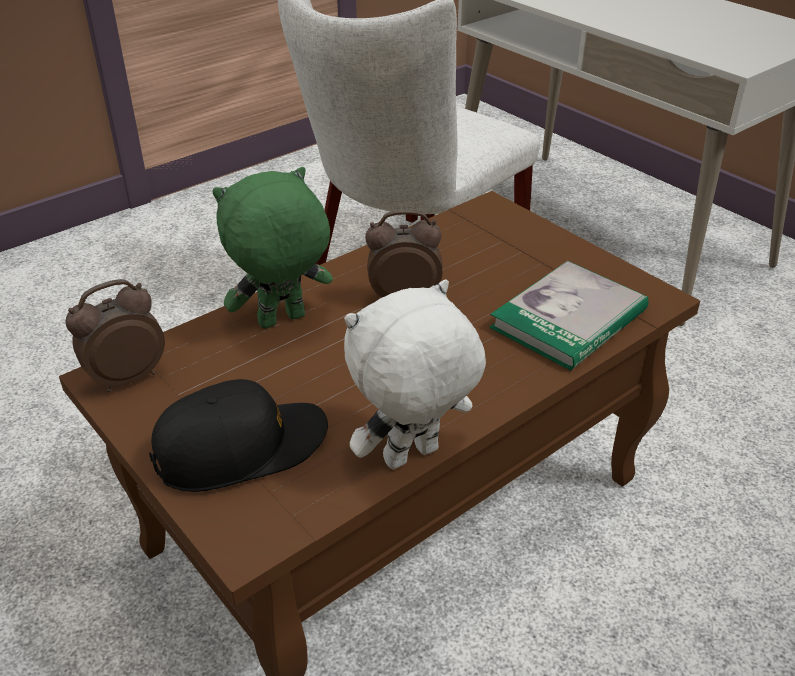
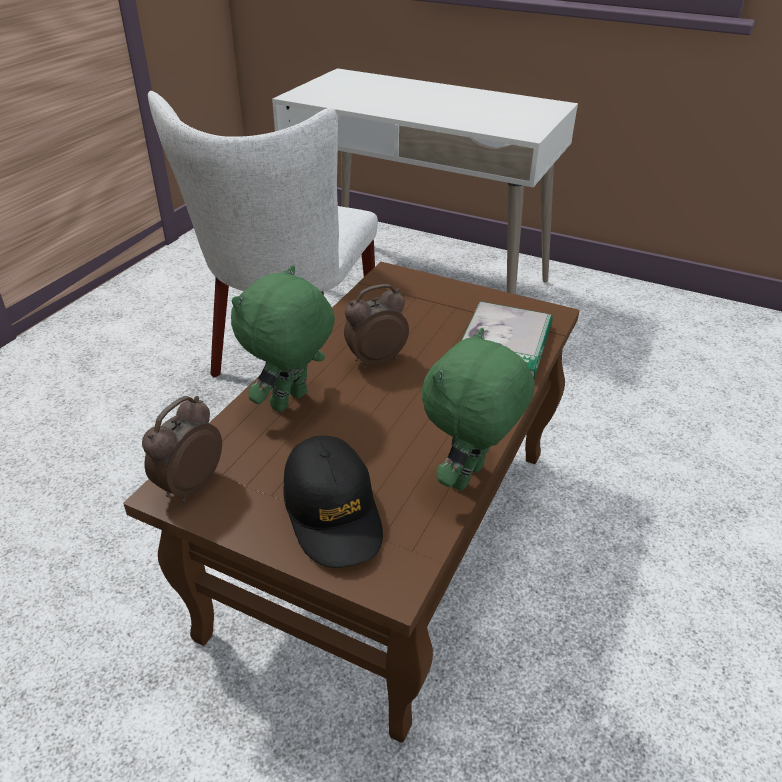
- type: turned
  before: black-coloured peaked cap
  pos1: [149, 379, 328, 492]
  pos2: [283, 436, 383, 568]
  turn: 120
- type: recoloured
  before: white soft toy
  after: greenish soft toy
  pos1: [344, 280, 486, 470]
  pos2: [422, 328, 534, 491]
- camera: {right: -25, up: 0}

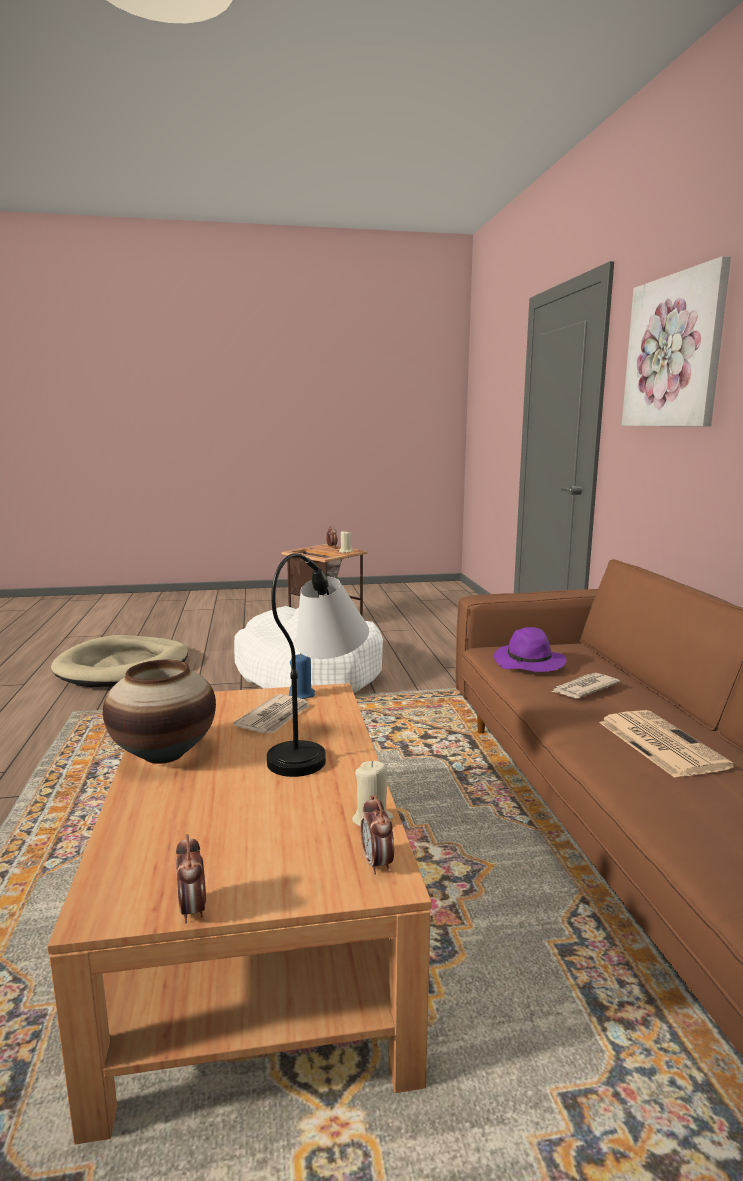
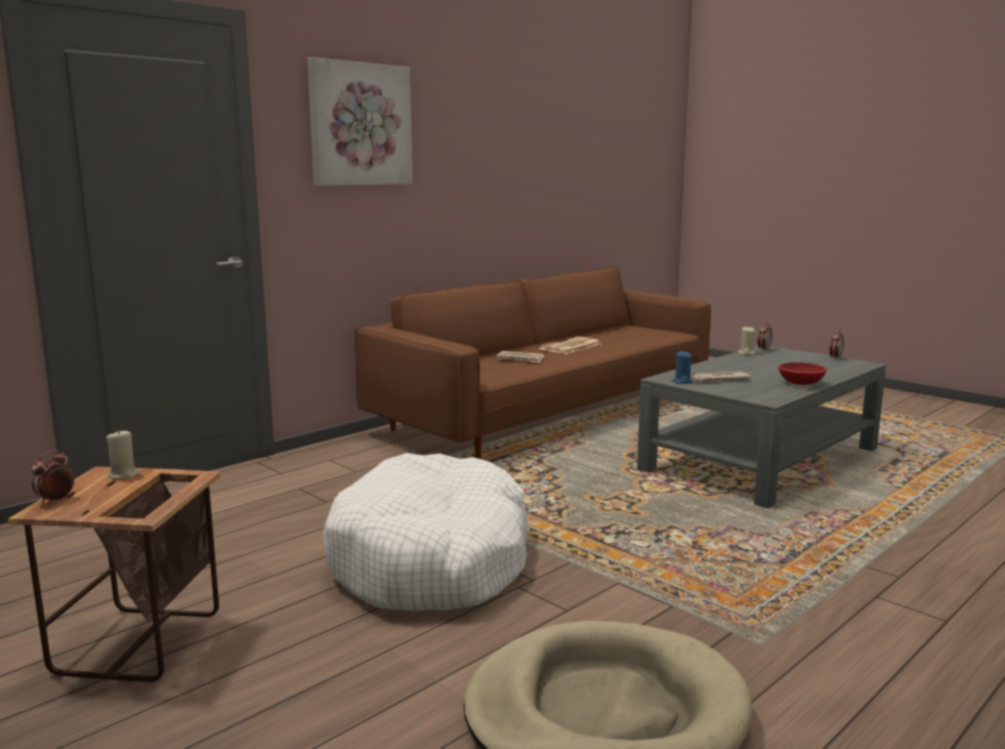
- type: recoloured
  before: brown-coloured lounge table
  after: grey lounge table
  pos1: [47, 683, 431, 1145]
  pos2: [637, 346, 886, 508]
- type: replaced
  before: flower vase
  after: red bowl
  pos1: [103, 660, 216, 764]
  pos2: [778, 362, 827, 385]
- type: removed
  before: table lamp
  pos1: [267, 553, 369, 777]
- type: removed
  before: purplish clothing hat
  pos1: [494, 627, 566, 672]
- camera: {right: -125, up: 0}

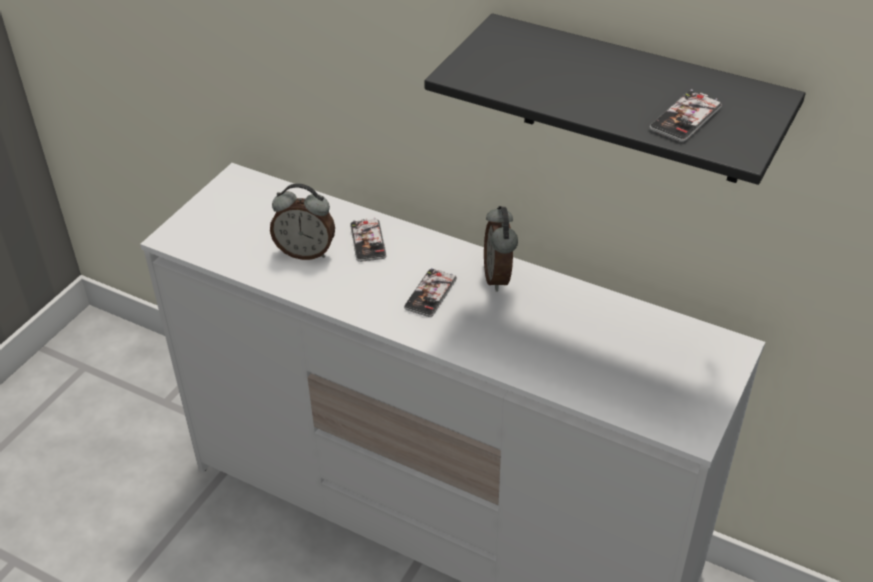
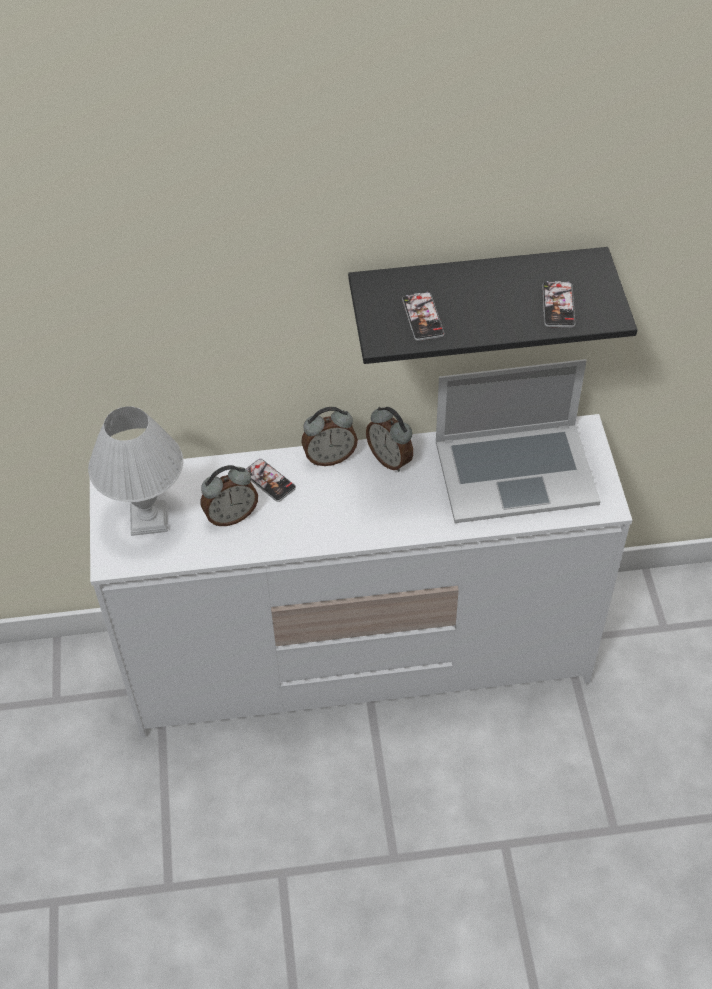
- type: added
  after: white table lamp
  pos2: [88, 407, 183, 536]
- type: added
  after: table clock
  pos2: [301, 407, 358, 466]
- type: moved
  before: handset
  pos1: [404, 268, 457, 317]
  pos2: [402, 292, 445, 341]
- type: added
  after: notebook computer
  pos2: [436, 359, 601, 523]
- camera: {right: -35, up: 10}

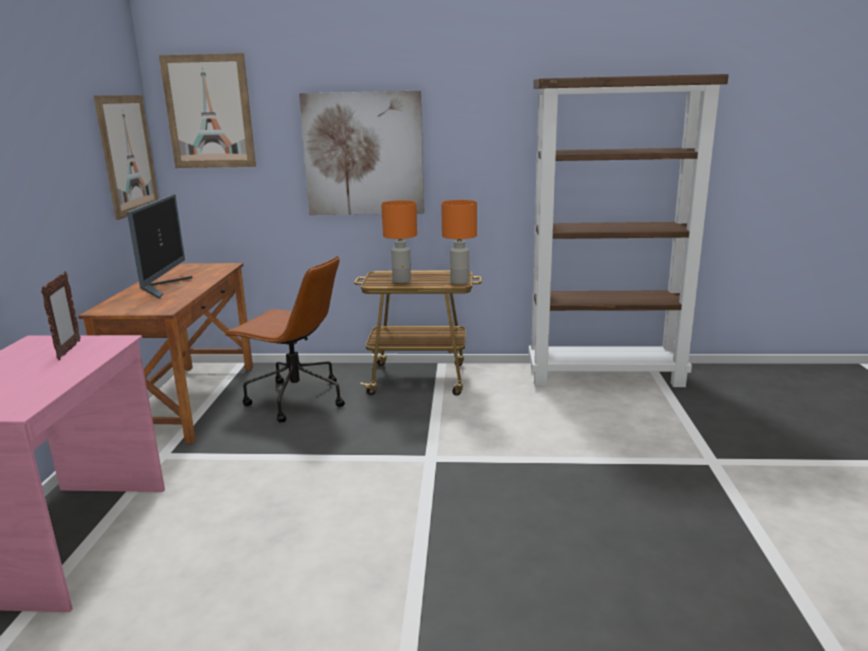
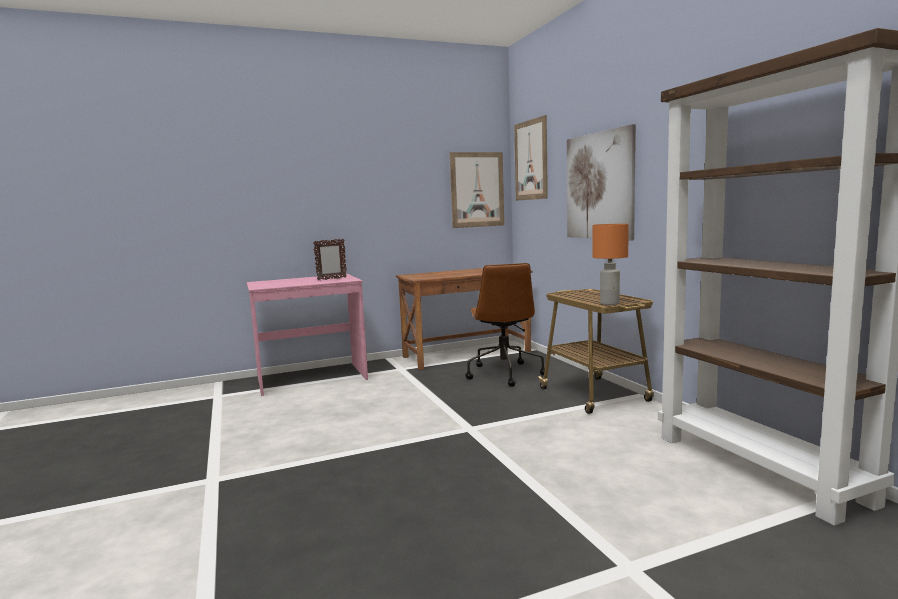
- type: removed
  before: computer display
  pos1: [127, 195, 192, 299]
- type: removed
  before: orange-coloured table lamp
  pos1: [381, 200, 417, 283]
- camera: {right: 65, up: -10}

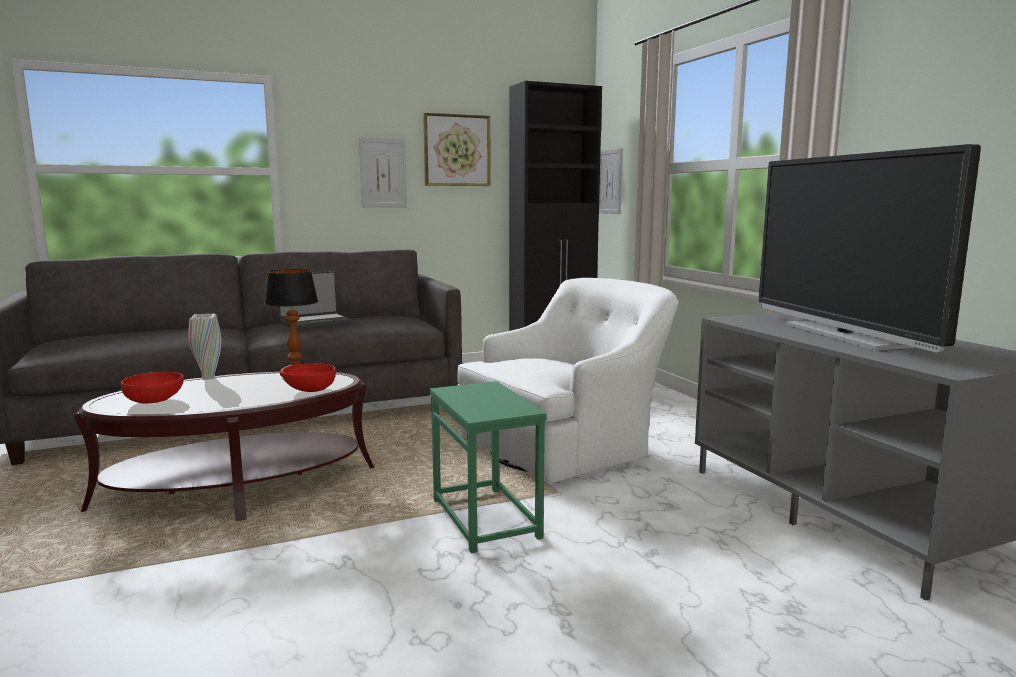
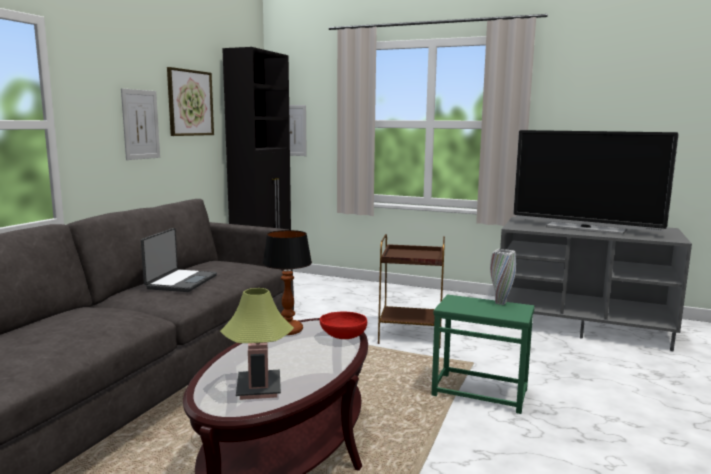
- type: replaced
  before: red bowl
  after: table lamp
  pos1: [121, 372, 184, 404]
  pos2: [220, 288, 294, 400]
- type: replaced
  before: white lounge chair
  after: brown-coloured side table
  pos1: [457, 278, 678, 483]
  pos2: [378, 234, 445, 349]
- type: moved
  before: white flower vase
  pos1: [189, 314, 221, 380]
  pos2: [490, 249, 516, 305]
- camera: {right: -45, up: 0}

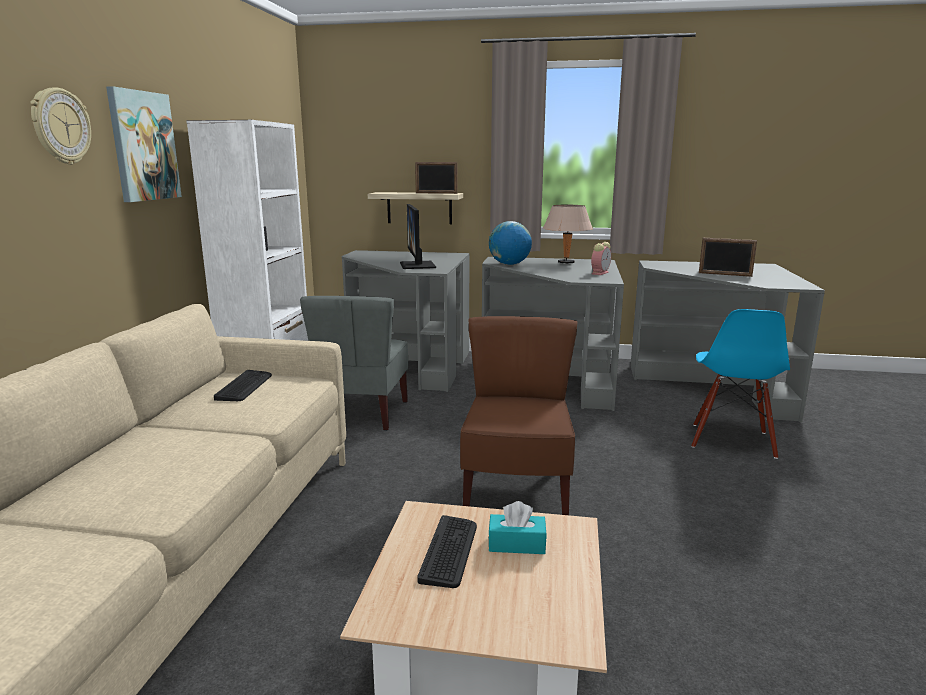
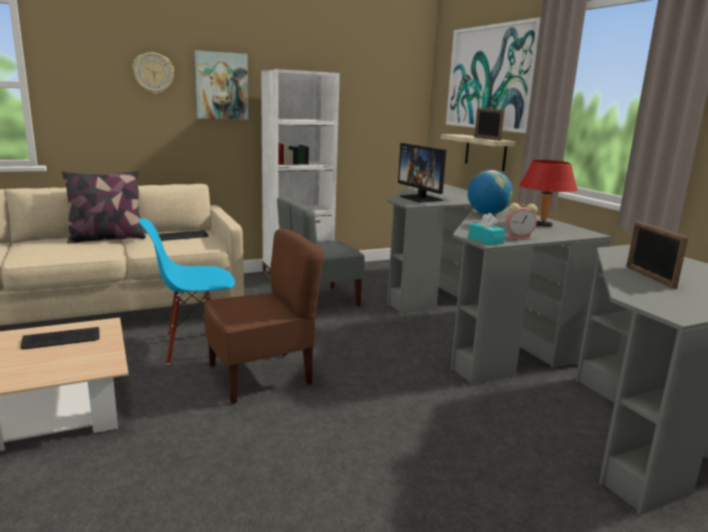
- type: added
  after: throw pillow
  pos2: [62, 171, 146, 243]
- type: moved
  before: blue plain chair
  pos1: [691, 309, 790, 459]
  pos2: [139, 218, 235, 365]
- type: turned
  before: computer display
  pos1: [400, 204, 436, 269]
  pos2: [398, 143, 446, 203]
  turn: -75
- type: added
  after: picture
  pos2: [446, 17, 541, 133]
- type: moved
  before: blue-green tissue holder
  pos1: [488, 501, 547, 554]
  pos2: [468, 213, 505, 245]
- type: recoloured
  before: beige-coloured table lamp
  after: red table lamp
  pos1: [543, 205, 593, 264]
  pos2: [519, 160, 578, 226]
- camera: {right: 55, up: 0}

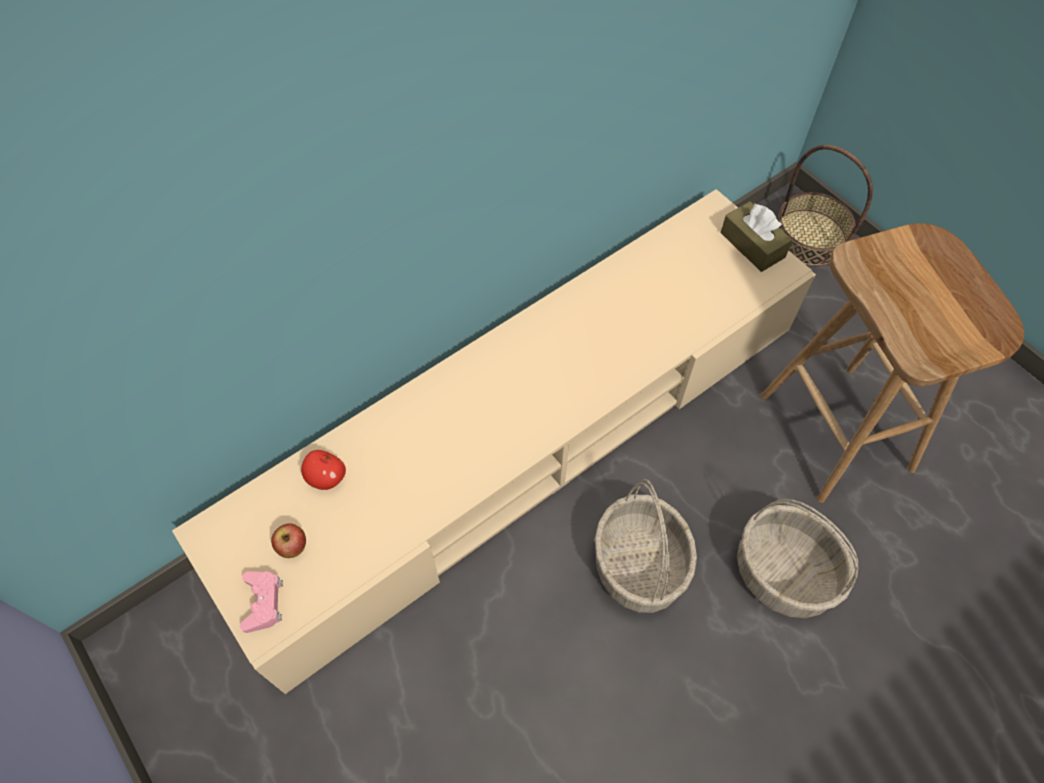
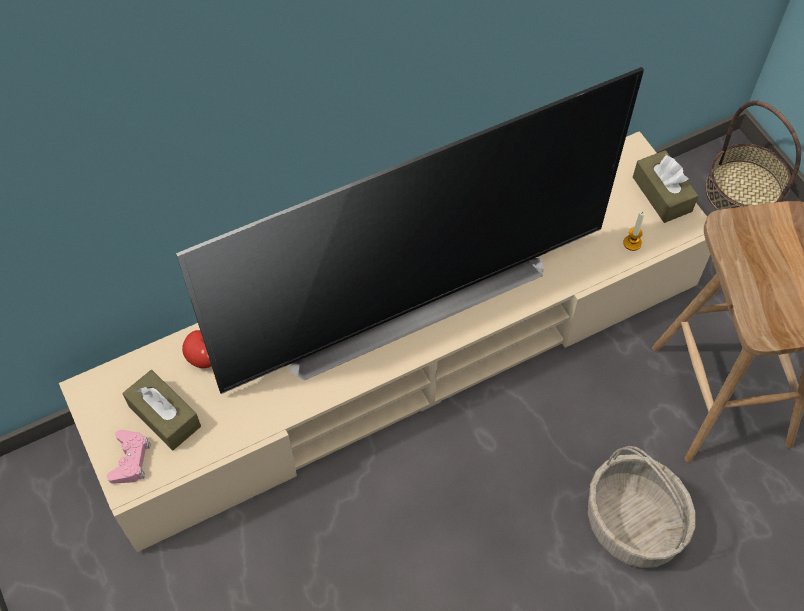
- type: replaced
  before: apple
  after: brown-coloured tissue holder
  pos1: [271, 523, 306, 558]
  pos2: [123, 370, 201, 450]
- type: added
  after: TV
  pos2: [176, 67, 644, 394]
- type: added
  after: wax light
  pos2: [623, 212, 644, 251]
- type: removed
  before: storage basket
  pos1: [595, 479, 697, 613]
- camera: {right: 10, up: 0}

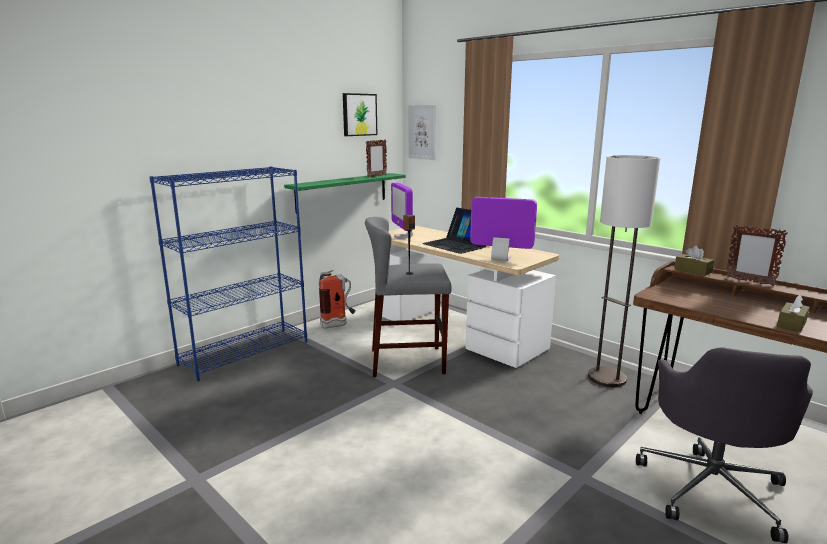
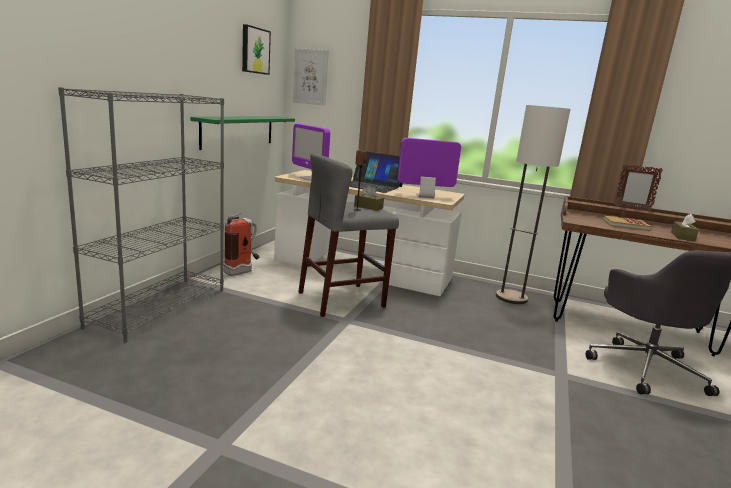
- type: recoloured
  before: blue bookshelf
  after: grey bookshelf
  pos1: [149, 167, 307, 381]
  pos2: [58, 87, 224, 342]
- type: moved
  before: brown-coloured tissue holder
  pos1: [674, 246, 714, 276]
  pos2: [354, 185, 384, 211]
- type: added
  after: book
  pos2: [603, 216, 651, 231]
- type: removed
  before: photo frame
  pos1: [366, 139, 387, 177]
- camera: {right: -25, up: 0}

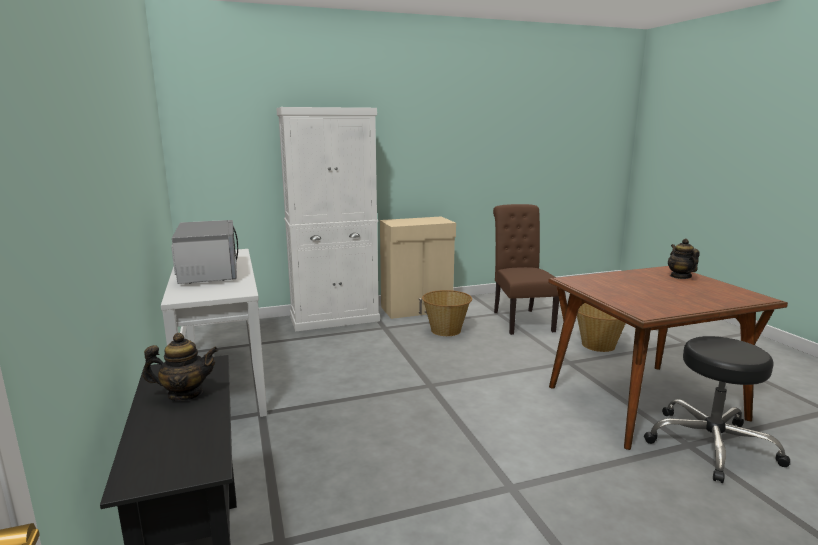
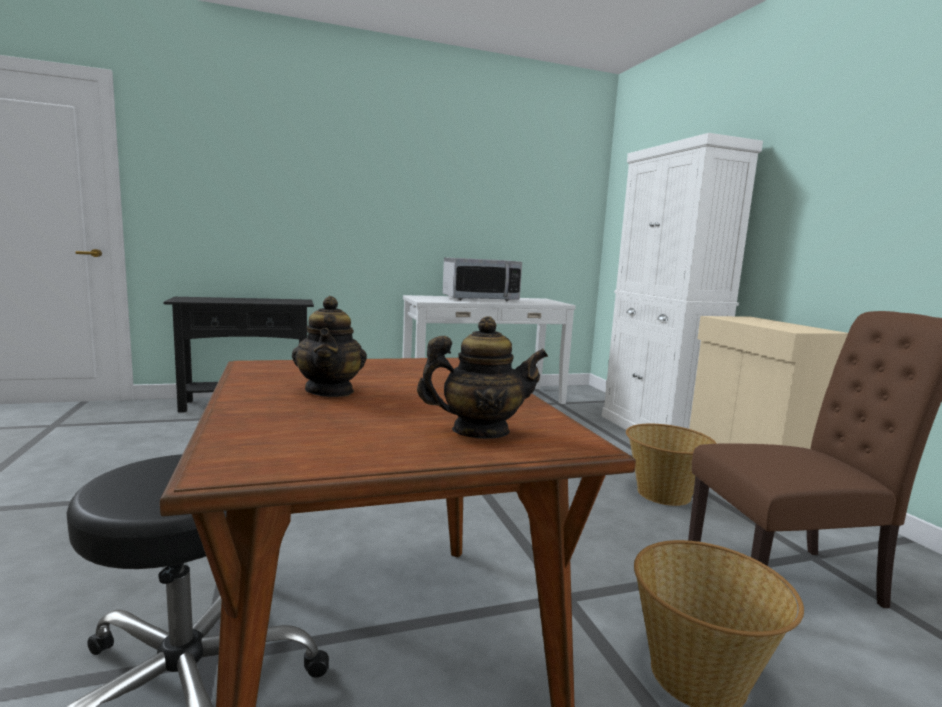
- type: moved
  before: pot for tea
  pos1: [143, 333, 218, 401]
  pos2: [292, 296, 367, 397]
- camera: {right: 90, up: -5}

